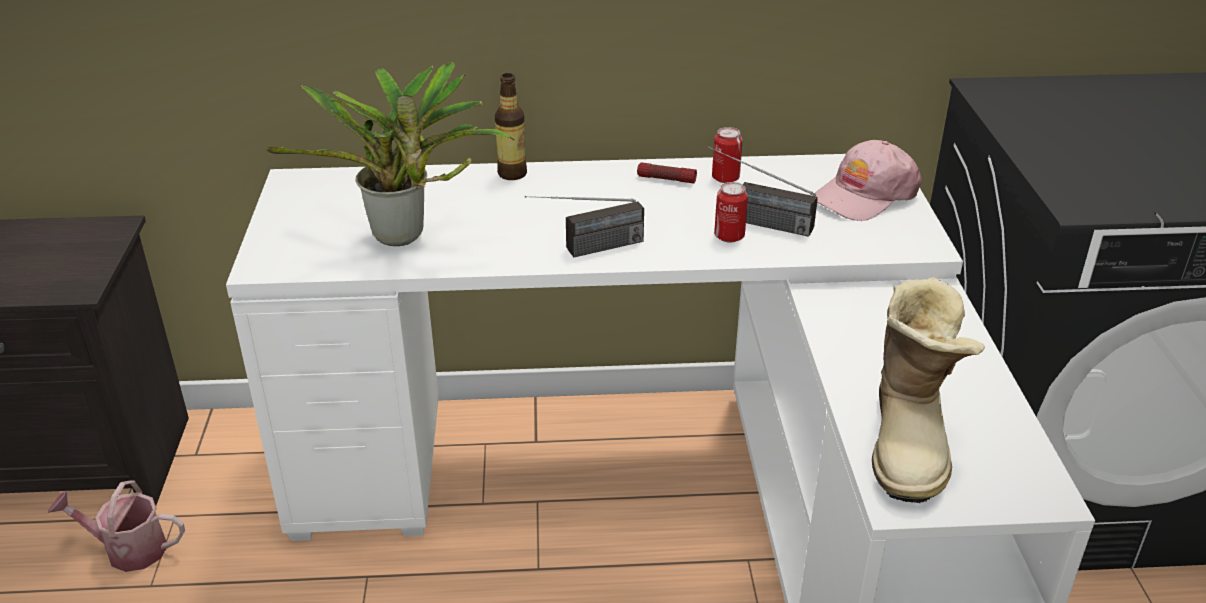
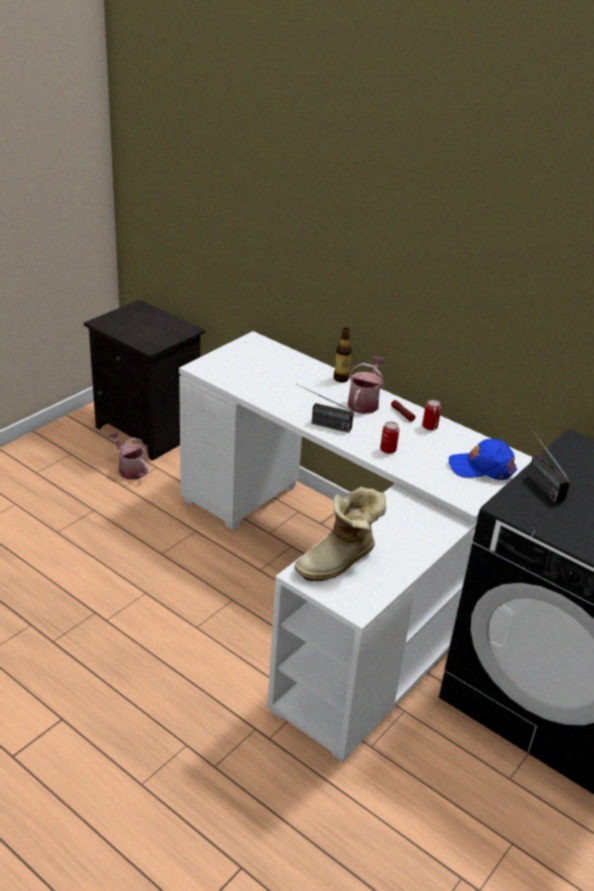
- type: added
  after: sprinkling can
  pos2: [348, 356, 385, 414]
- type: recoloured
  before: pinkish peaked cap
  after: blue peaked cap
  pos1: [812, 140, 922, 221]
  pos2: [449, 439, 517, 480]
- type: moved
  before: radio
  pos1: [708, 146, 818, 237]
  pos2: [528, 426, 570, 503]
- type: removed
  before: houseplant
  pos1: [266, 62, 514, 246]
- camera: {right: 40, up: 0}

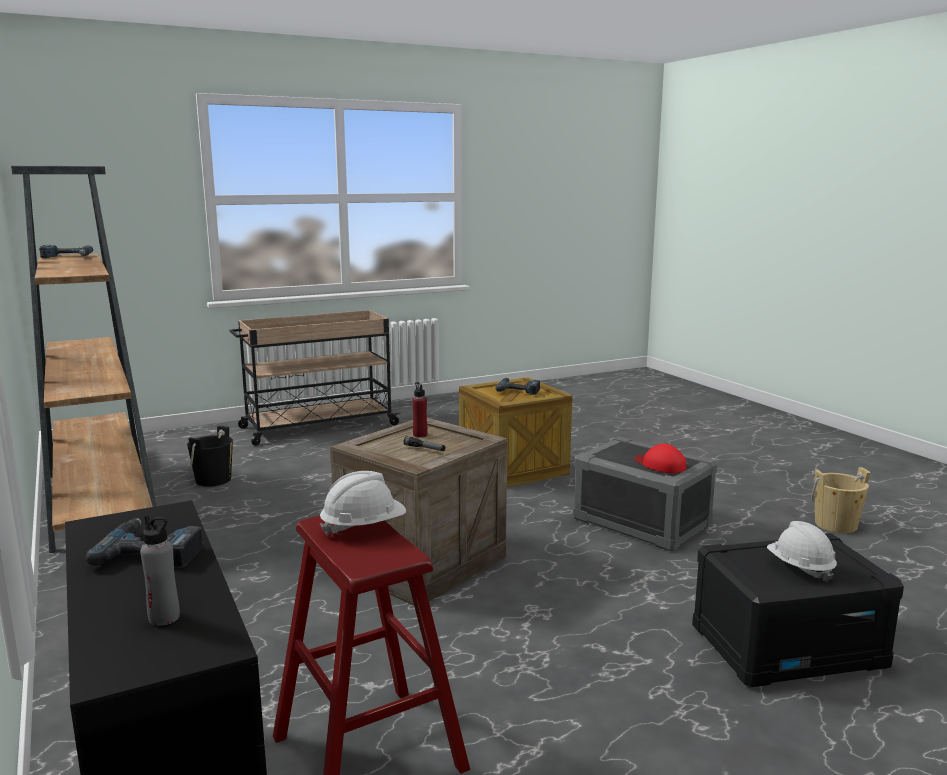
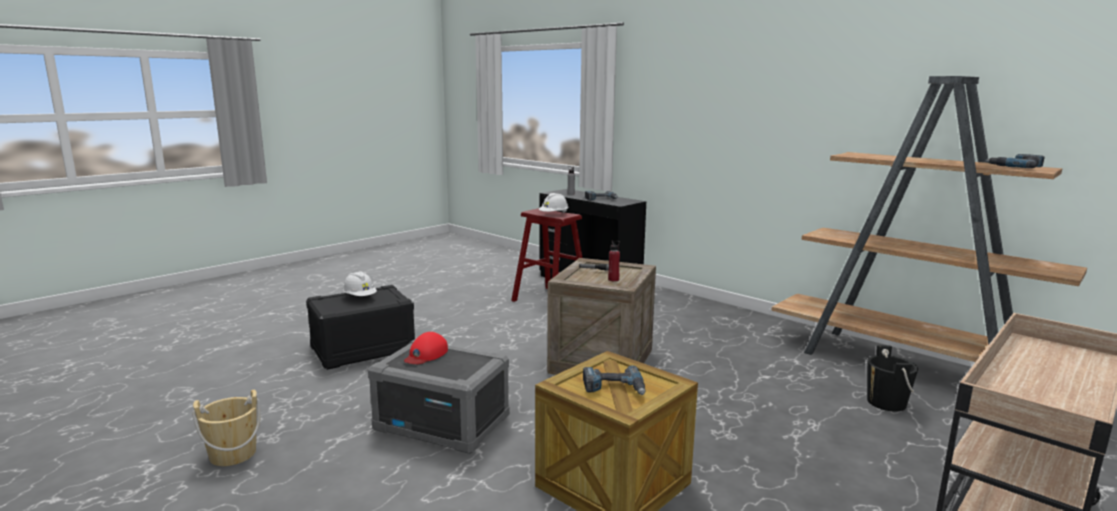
- type: turned
  before: red peaked cap
  pos1: [634, 444, 686, 473]
  pos2: [404, 332, 448, 364]
  turn: 90
- camera: {right: 160, up: 0}

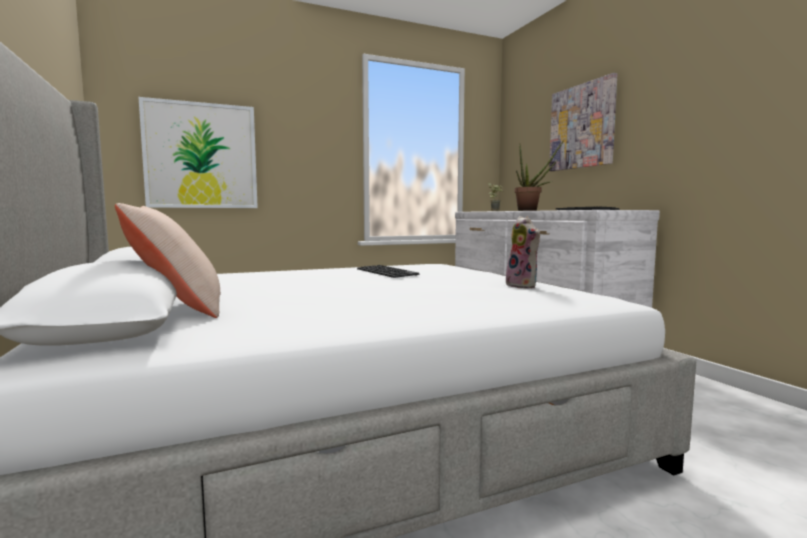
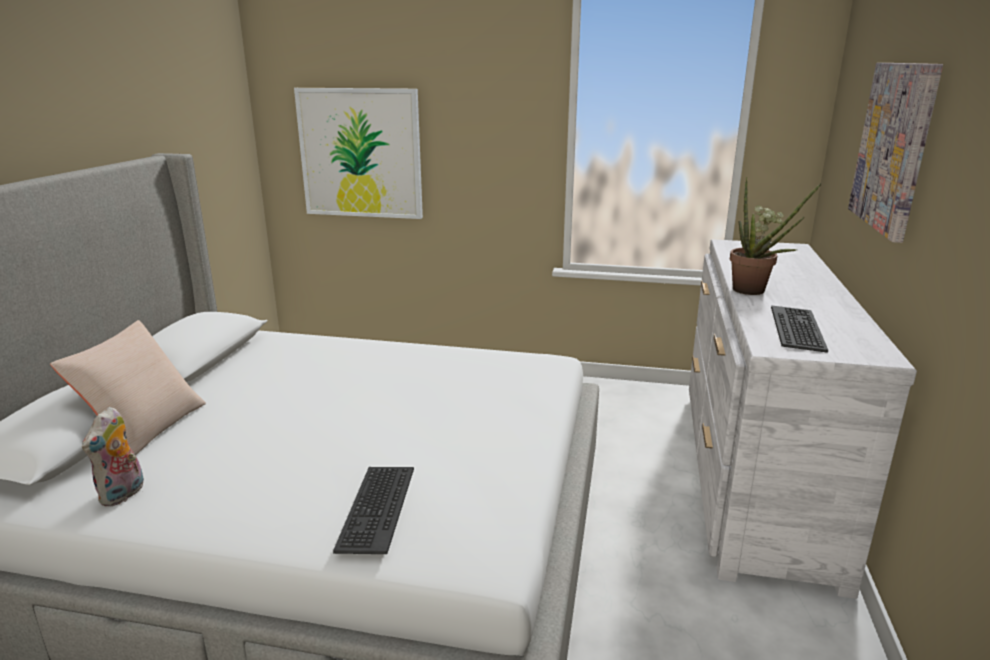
- type: moved
  before: soft toy
  pos1: [504, 216, 541, 289]
  pos2: [82, 407, 144, 507]
- type: moved
  before: computer keyboard
  pos1: [357, 265, 420, 278]
  pos2: [333, 467, 414, 554]
- camera: {right: 35, up: 15}

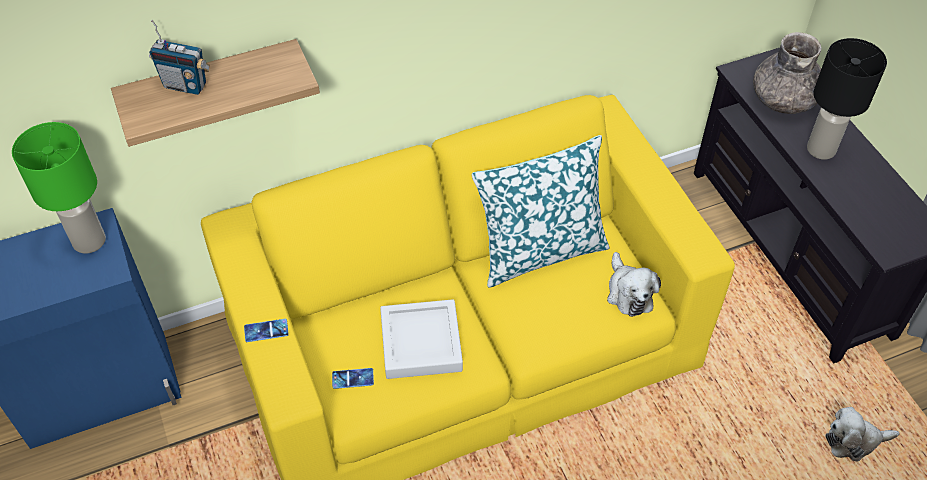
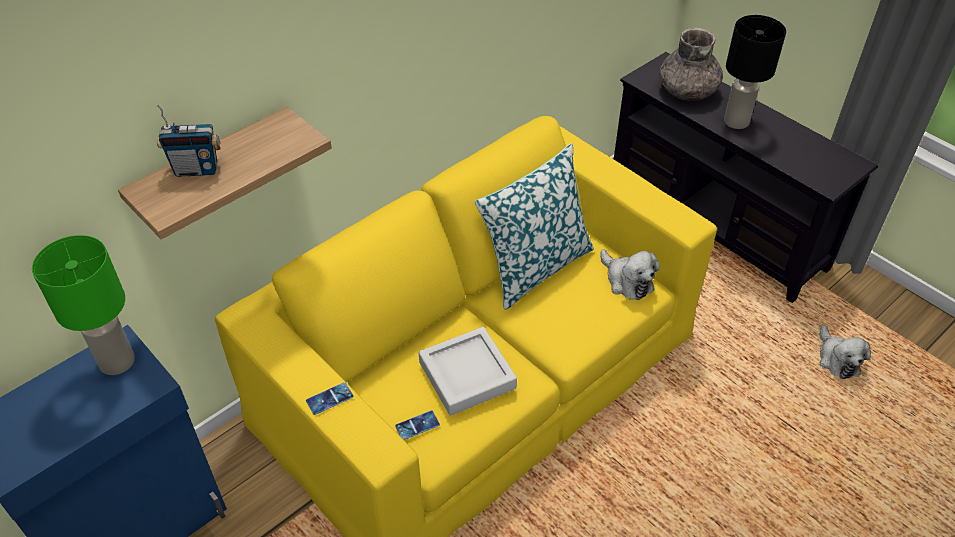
- type: turned
  before: soft toy
  pos1: [825, 407, 900, 461]
  pos2: [819, 325, 871, 379]
  turn: -75
- camera: {right: -20, up: -5}

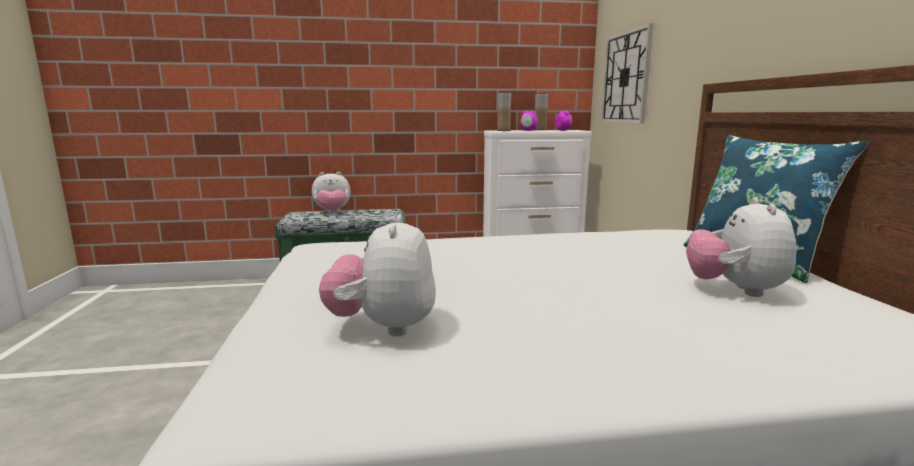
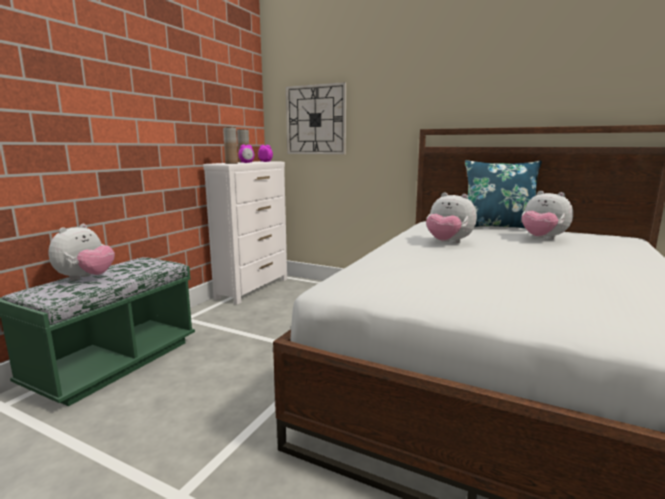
- type: moved
  before: soft toy
  pos1: [319, 214, 436, 336]
  pos2: [426, 192, 477, 243]
- camera: {right: -55, up: 0}

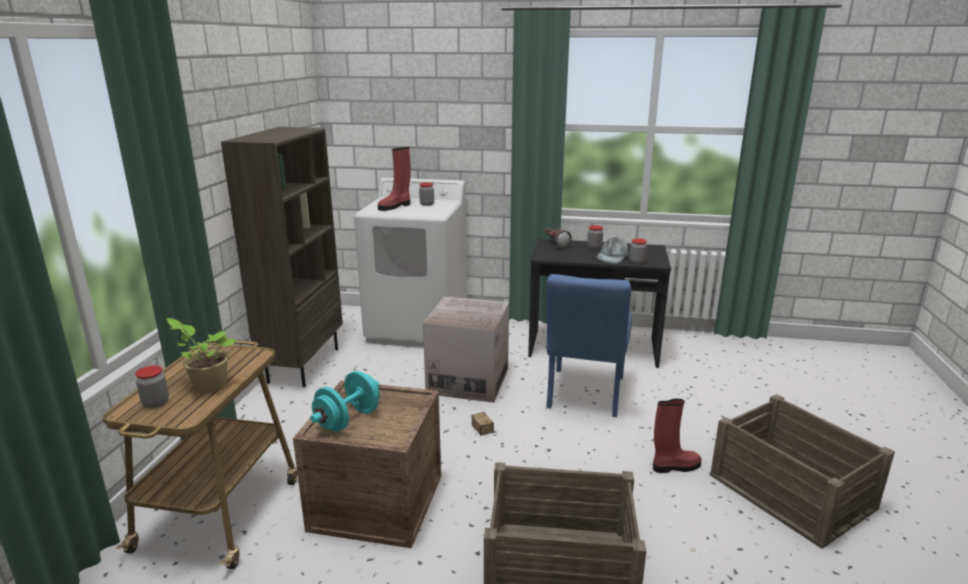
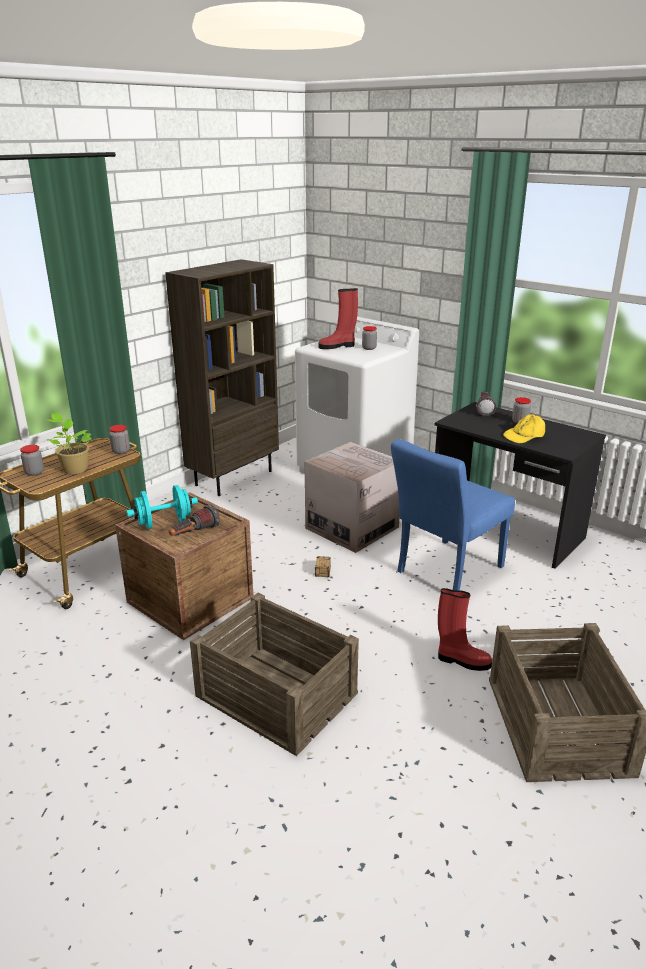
- type: moved
  before: preserve jar
  pos1: [629, 239, 647, 264]
  pos2: [109, 425, 130, 454]
- type: added
  after: torch
  pos2: [169, 504, 220, 536]
- type: recoloured
  before: grey peaked cap
  after: yellow-coloured peaked cap
  pos1: [597, 237, 629, 263]
  pos2: [503, 414, 545, 443]
- camera: {right: 30, up: 5}

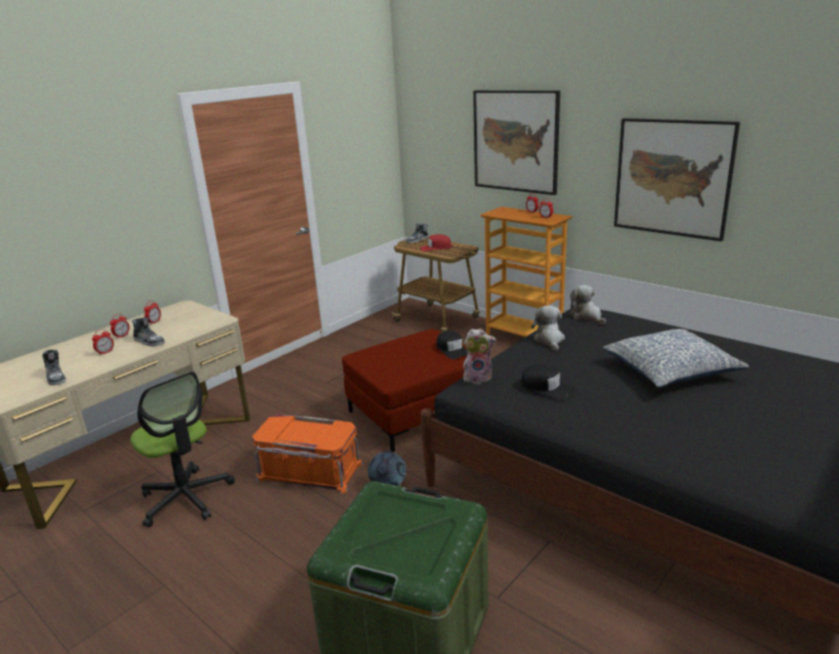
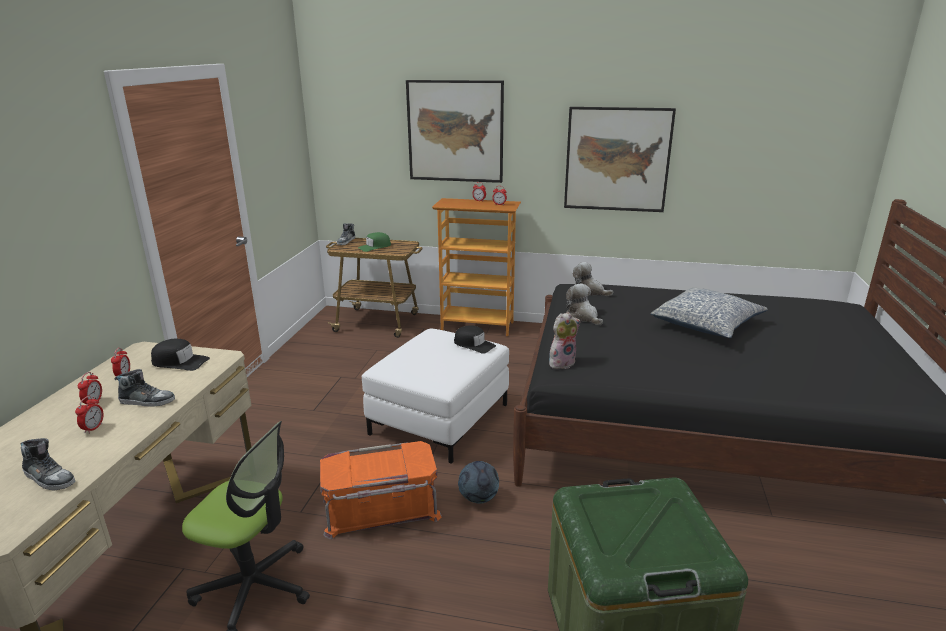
- type: moved
  before: black-coloured peaked cap
  pos1: [520, 364, 575, 400]
  pos2: [151, 339, 210, 371]
- type: recoloured
  before: red peaked cap
  after: greenish peaked cap
  pos1: [420, 234, 452, 251]
  pos2: [358, 232, 391, 252]
- type: recoloured
  before: red pouffe
  after: white pouffe
  pos1: [342, 329, 467, 452]
  pos2: [361, 329, 509, 464]
- camera: {right: -30, up: 0}

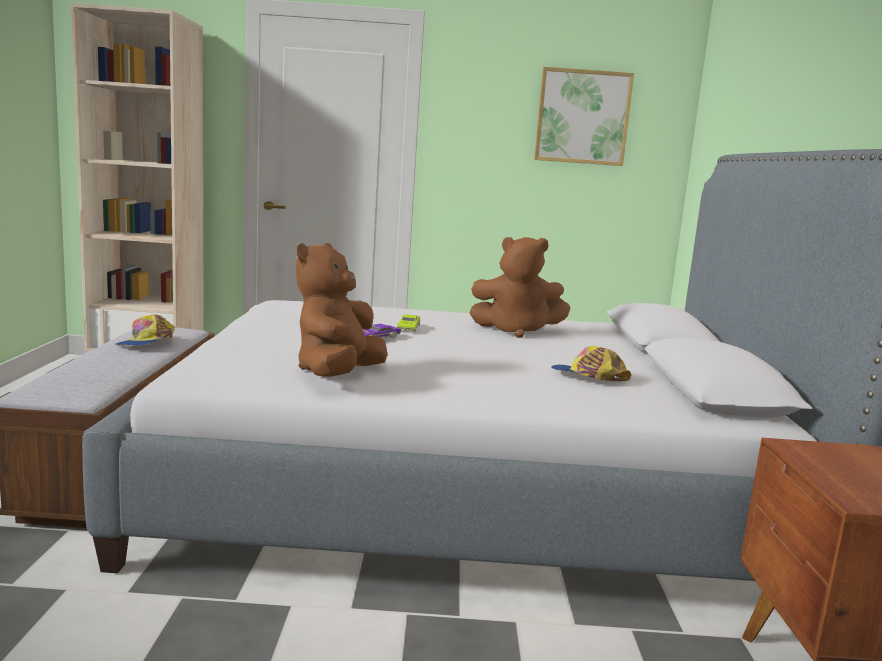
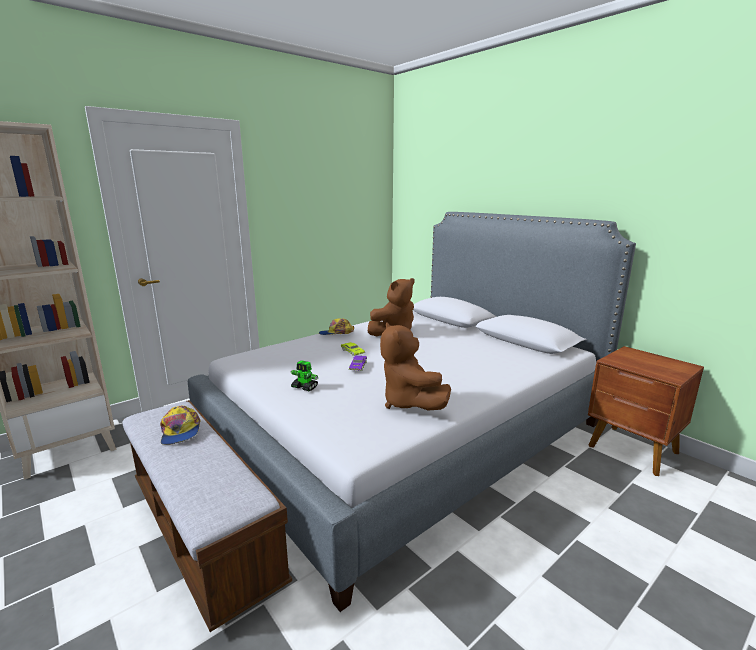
- type: added
  after: model robot
  pos2: [290, 360, 319, 392]
- type: moved
  before: peaked cap
  pos1: [551, 346, 631, 381]
  pos2: [319, 319, 354, 335]
- type: removed
  before: picture
  pos1: [534, 67, 634, 166]
- camera: {right: -40, up: 5}

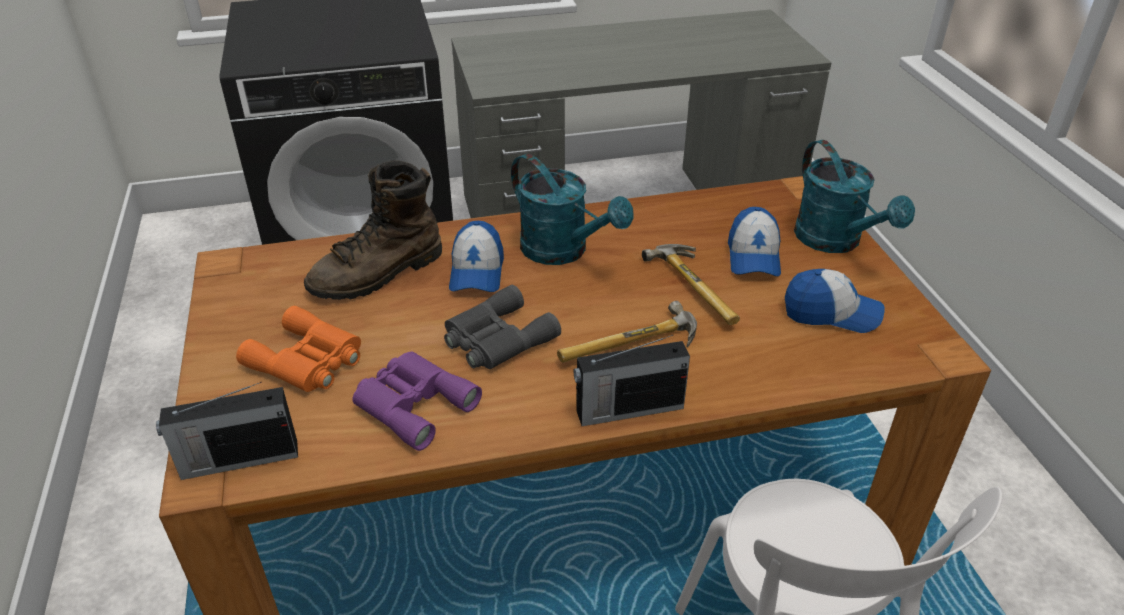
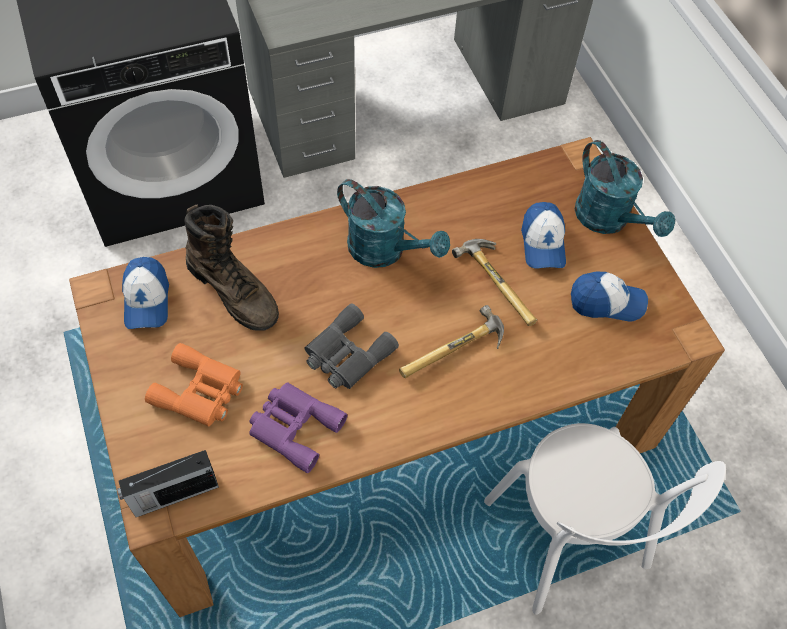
- type: moved
  before: peaked cap
  pos1: [449, 221, 504, 292]
  pos2: [122, 257, 169, 329]
- type: turned
  before: brown-coloured high-top boot
  pos1: [304, 161, 442, 300]
  pos2: [185, 205, 279, 331]
  turn: -90
- type: removed
  before: radio
  pos1: [573, 335, 690, 426]
- camera: {right: -10, up: 20}

